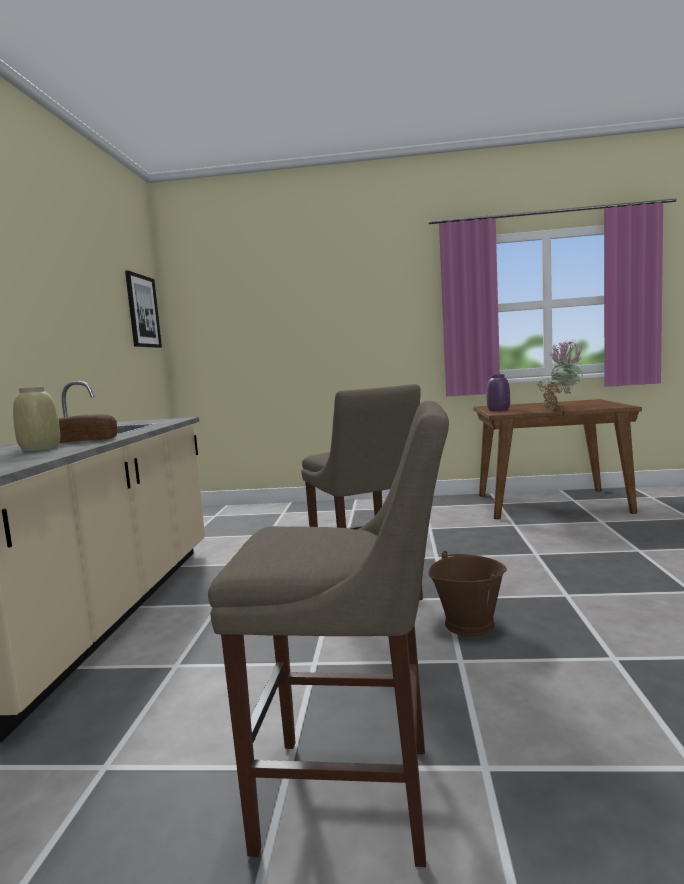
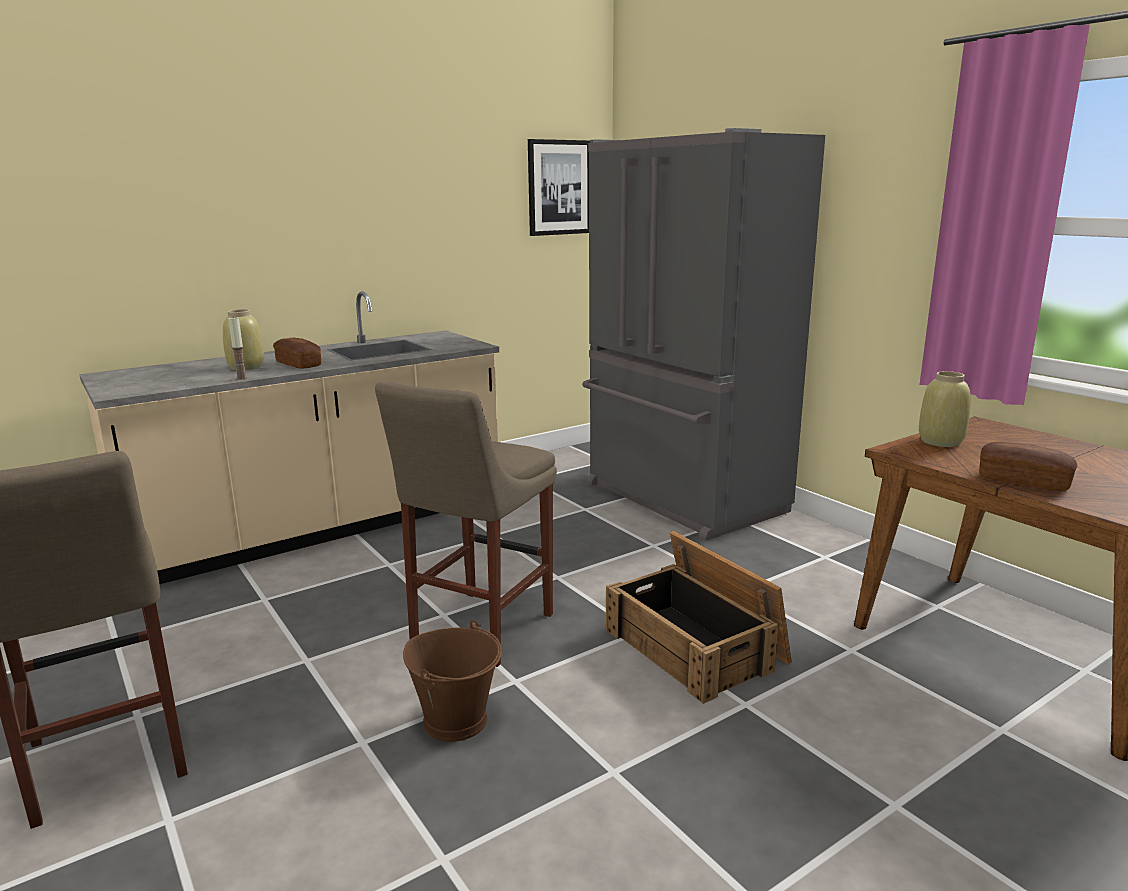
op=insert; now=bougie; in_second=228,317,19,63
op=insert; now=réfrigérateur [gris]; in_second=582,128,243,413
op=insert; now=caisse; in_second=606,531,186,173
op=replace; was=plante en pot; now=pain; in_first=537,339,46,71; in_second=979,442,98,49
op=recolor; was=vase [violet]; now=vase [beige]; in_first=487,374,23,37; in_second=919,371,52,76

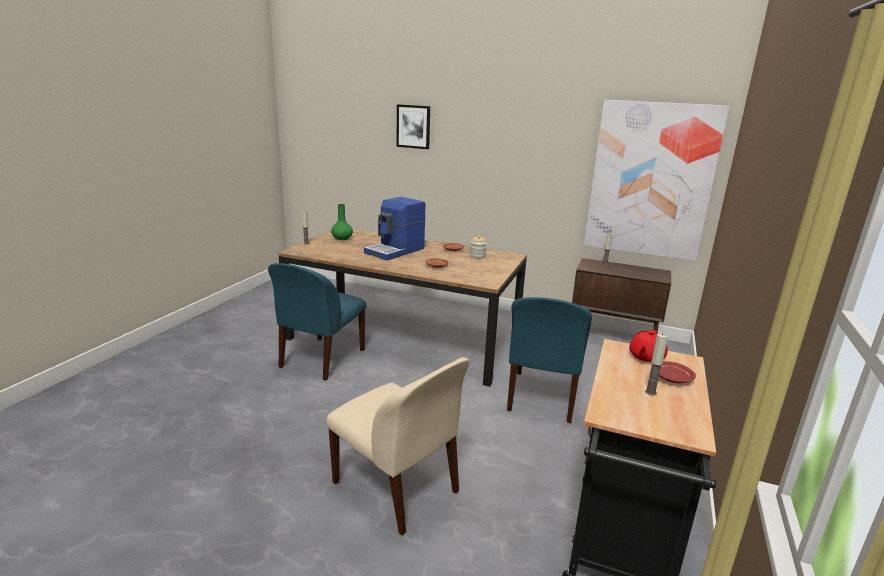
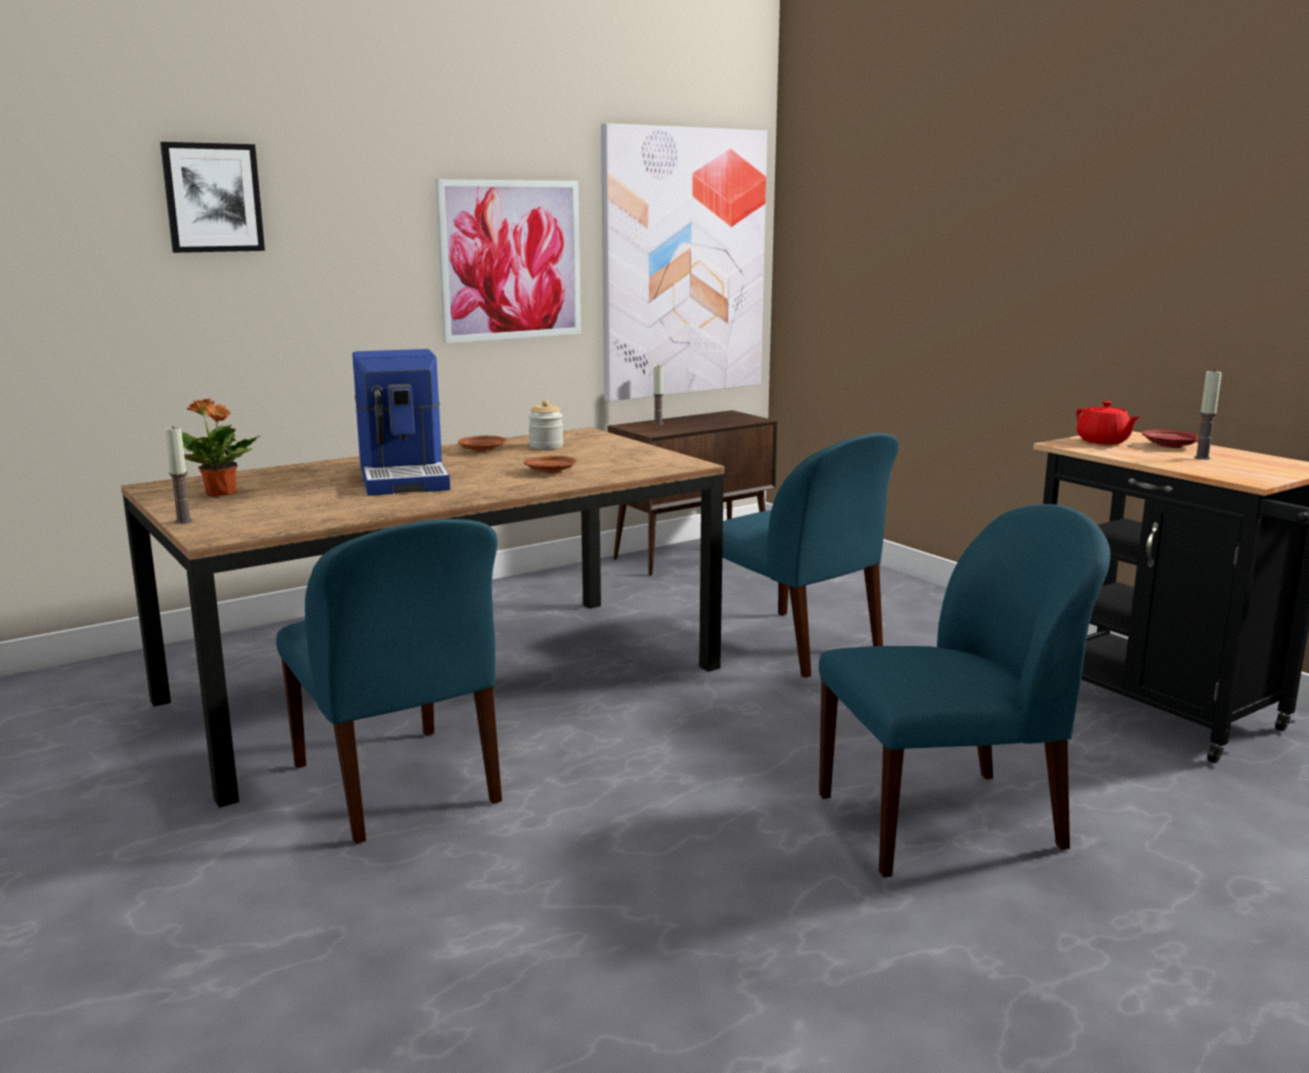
op=insert; now=tableau; in_second=436,179,145,164
op=replace; was=vase [vert]; now=plante en pot; in_first=331,204,22,36; in_second=182,399,78,98
op=recolor; was=chaise [beige]; now=chaise [bleu]; in_first=326,357,144,178; in_second=819,504,291,373

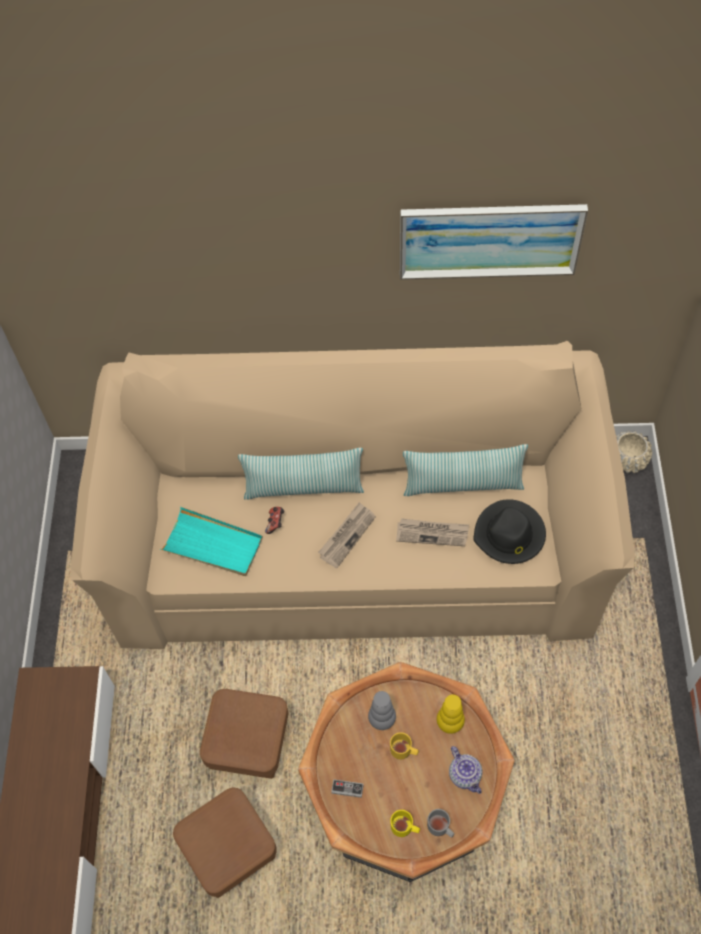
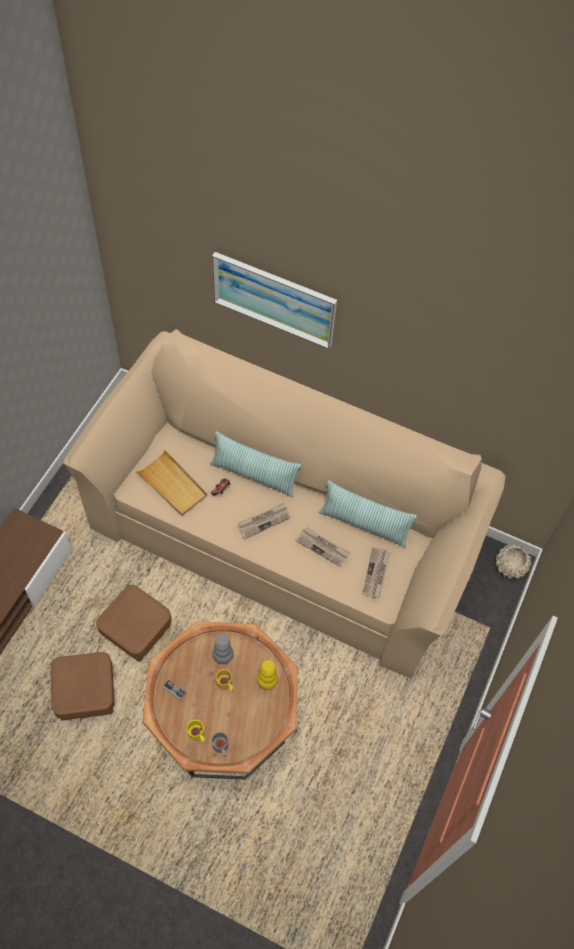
op=delete; was=théière; in_first=449,746,33,48
op=move; was=tableau; in_first=400,204,188,76; in_second=212,252,125,97
op=replace; was=chapeau [noir]; now=journal; in_first=474,499,72,65; in_second=363,547,28,51
op=recolor; was=plateau [turquoise]; now=plateau [beige]; in_first=160,507,103,69; in_second=137,450,70,66

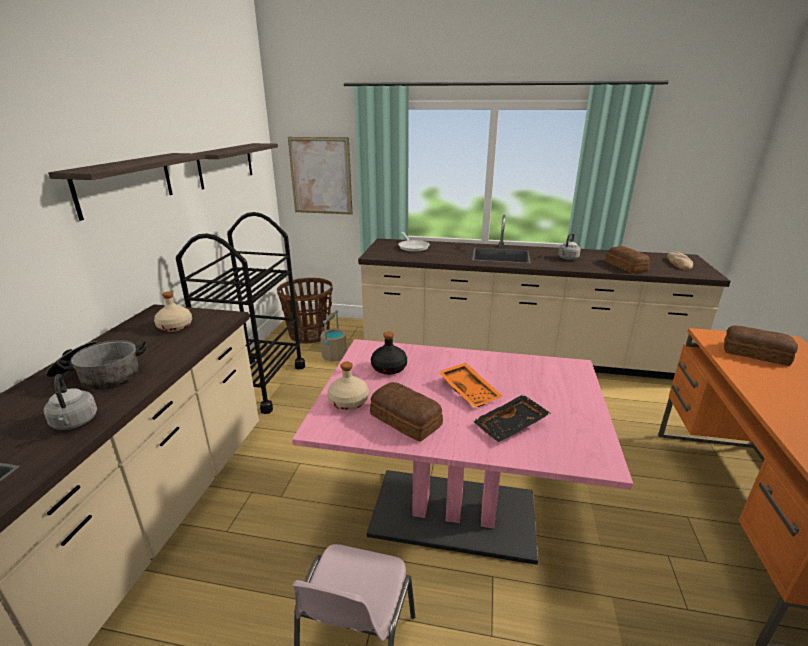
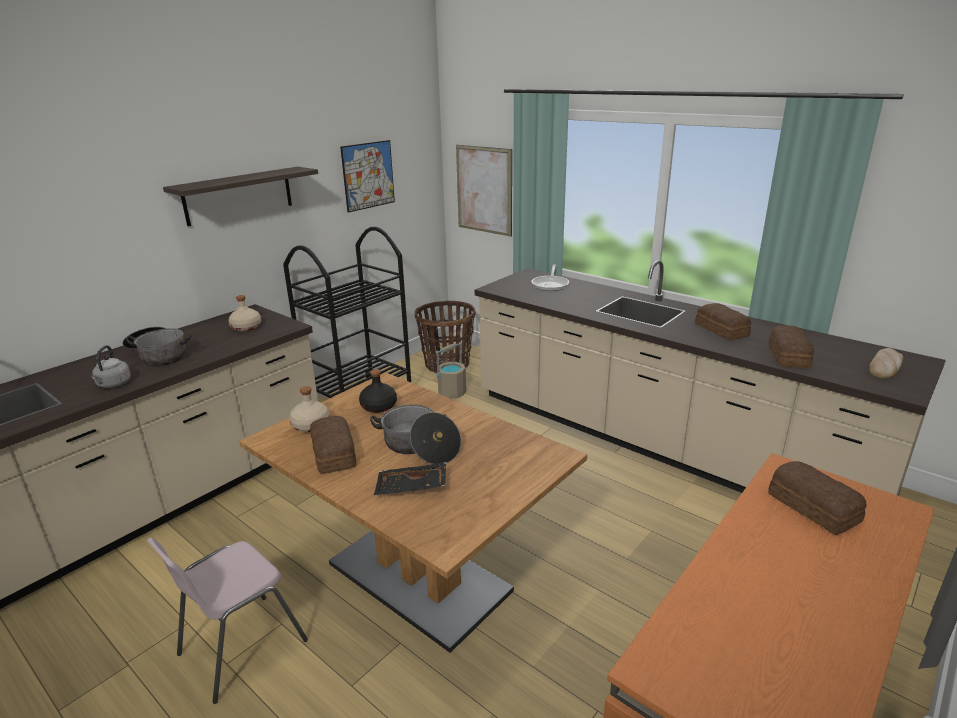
op=replace; was=étagère; now=tableau; in_first=197,143,81,46; in_second=340,140,55,73
op=replace; was=plateau [orange]; now=marmite; in_first=439,363,63,45; in_second=370,405,91,59
op=replace; was=bouilloire [gris]; now=pain; in_first=558,233,23,27; in_second=695,303,56,37
op=recolor; was=table à manger [rose]; now=table à manger [marron]; in_first=292,339,341,226; in_second=239,372,348,281

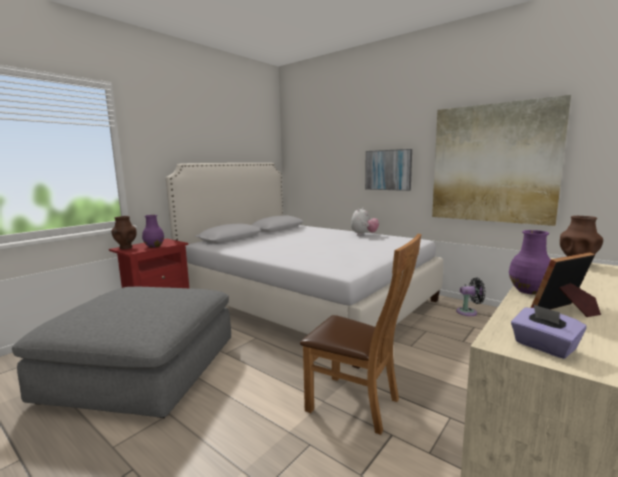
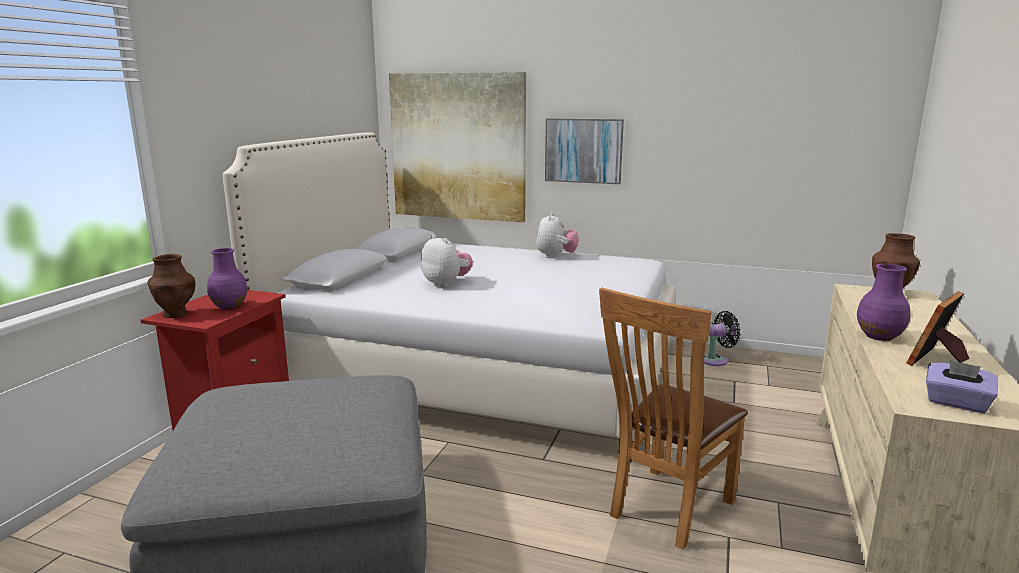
op=insert; now=peluche; in_second=421,235,52,53
op=move; was=tableau; in_first=432,95,139,131; in_second=389,72,137,150
op=rotate; was=chaise [marron]; in_first=300,234,122,201; in_second=599,288,149,262; clockwise=120

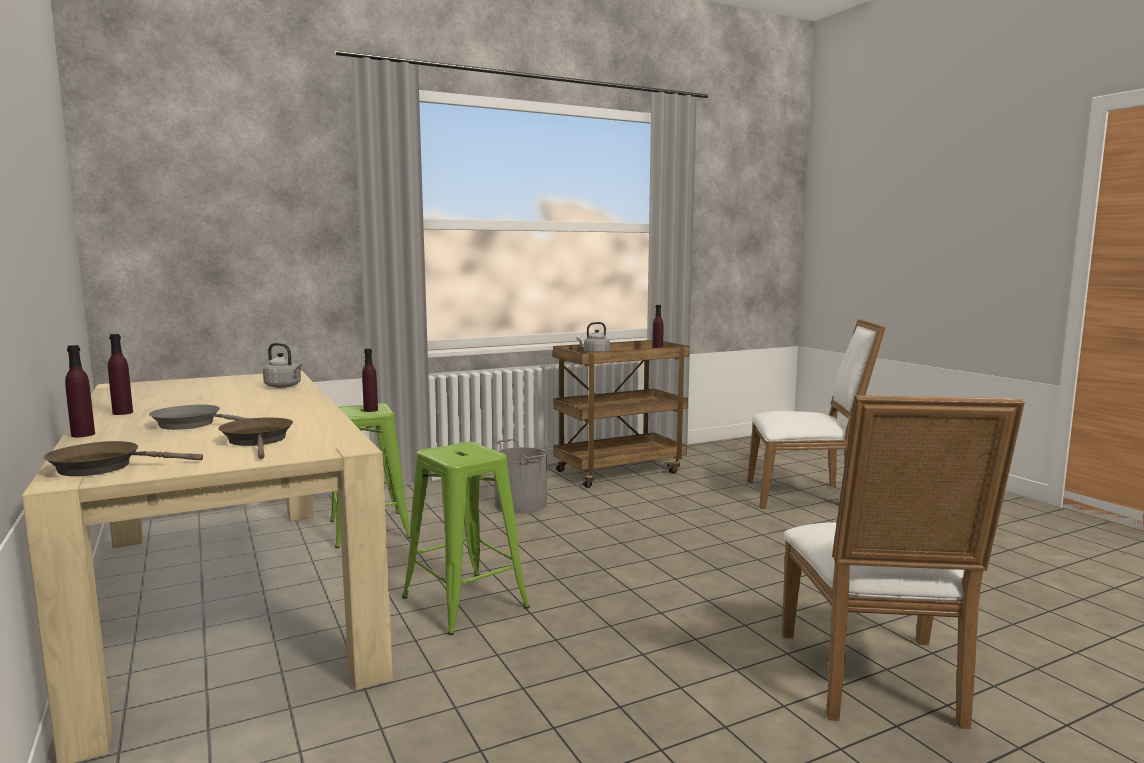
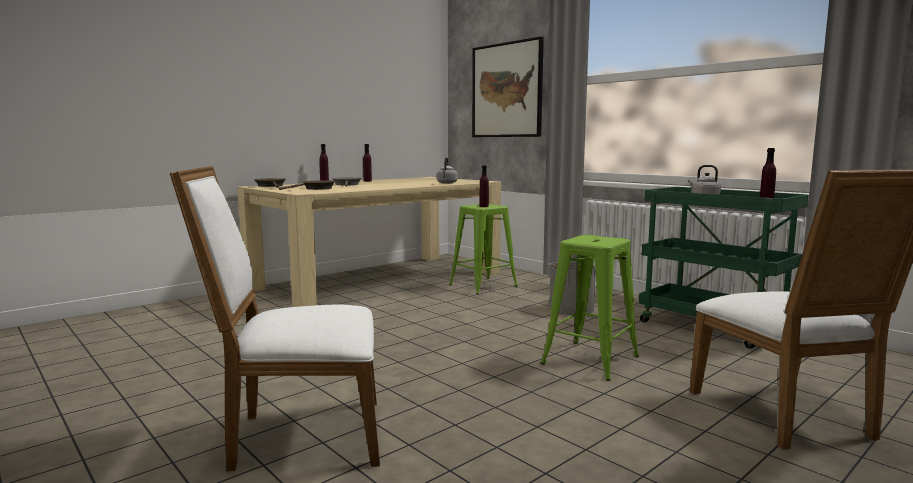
op=insert; now=tableau; in_second=472,37,72,100
op=move; was=tabouret [vert]; in_first=402,442,128,193; in_second=541,235,98,146
op=recolor; was=chariot [marron]; now=chariot [vert]; in_first=553,340,136,148; in_second=639,187,170,162

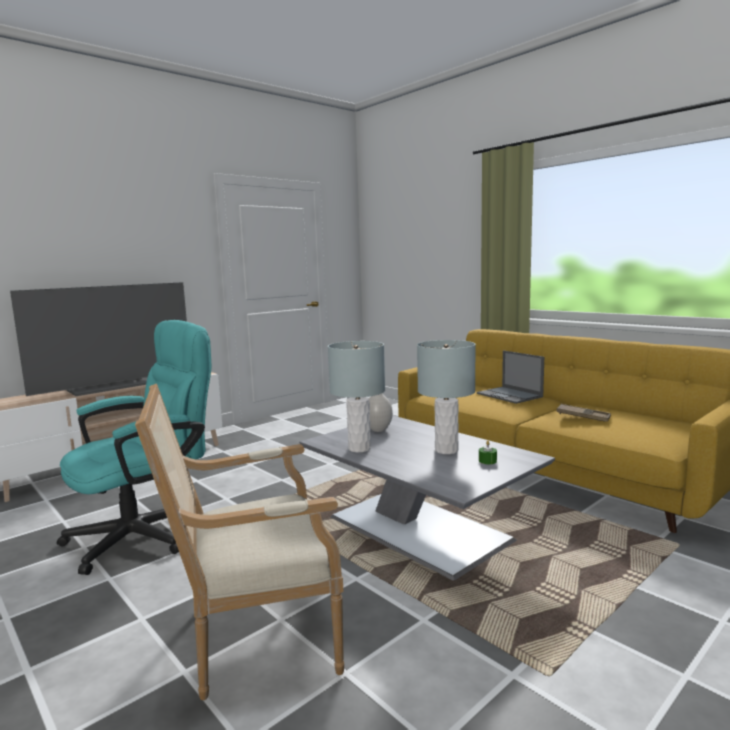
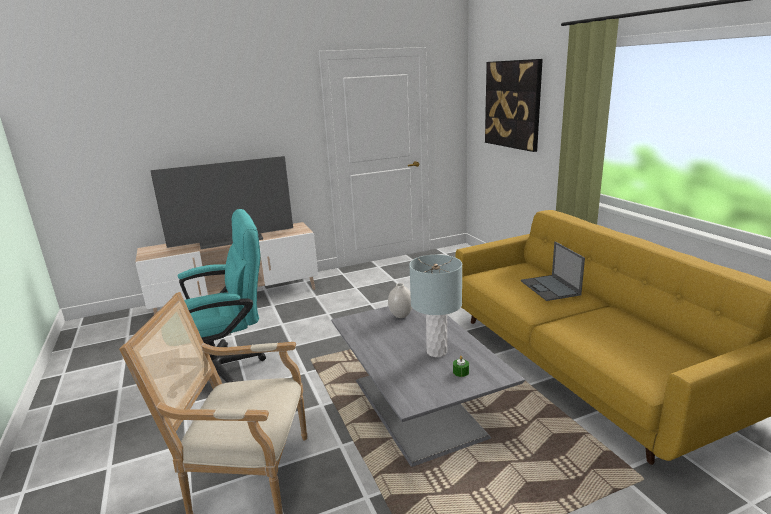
op=delete; was=lampe de table [gris]; in_first=328,341,57,112
op=delete; was=plateau [marron]; in_first=556,404,55,18
op=insert; now=tableau; in_second=485,59,58,93

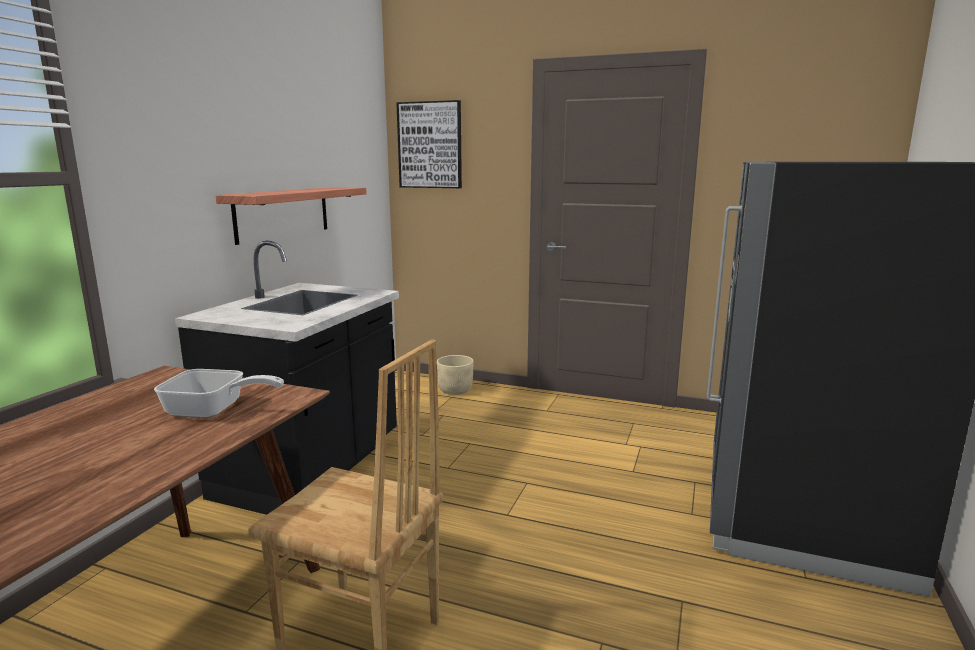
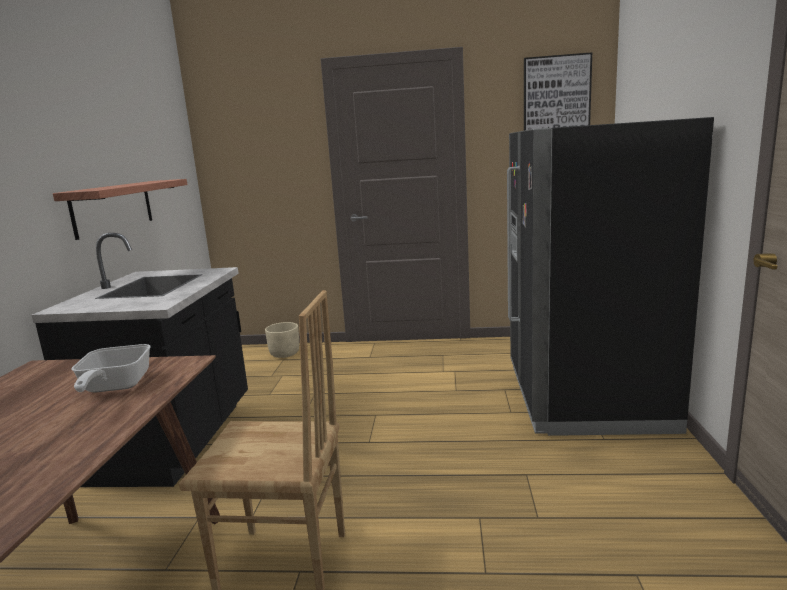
op=move; was=tableau; in_first=396,100,66,88; in_second=524,52,68,79
op=rotate; was=poêle; in_first=154,369,130,49; in_second=71,344,80,48; clockwise=90

